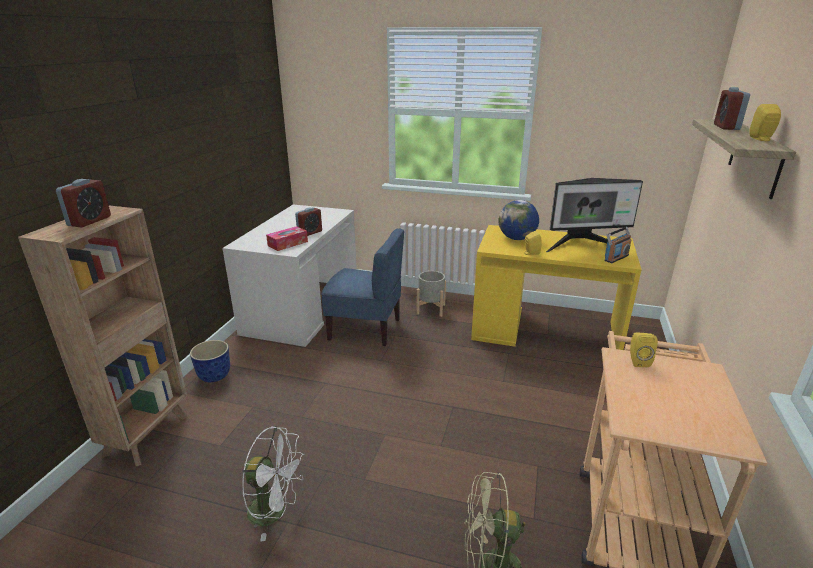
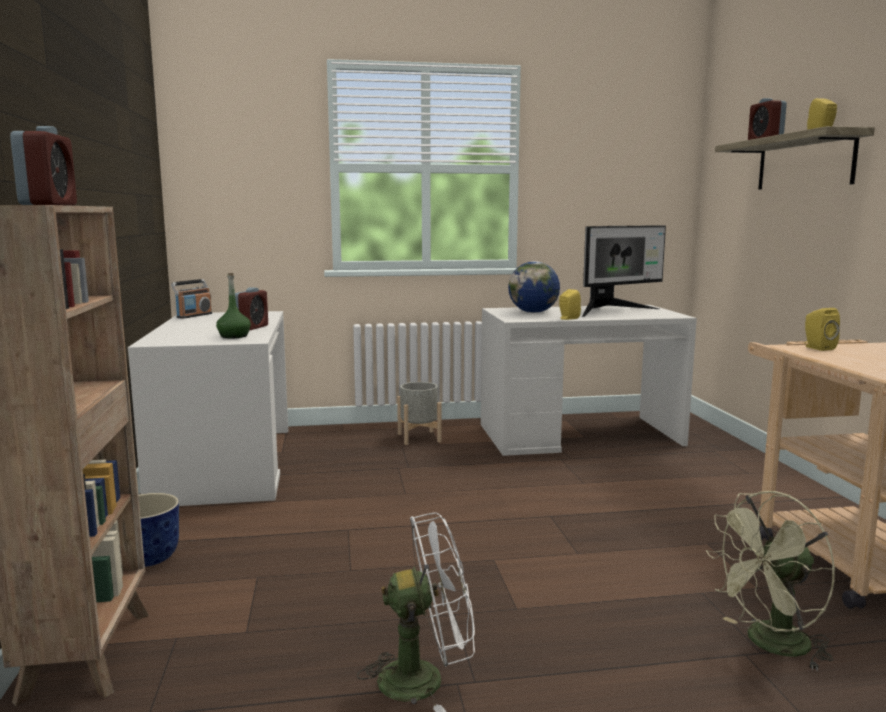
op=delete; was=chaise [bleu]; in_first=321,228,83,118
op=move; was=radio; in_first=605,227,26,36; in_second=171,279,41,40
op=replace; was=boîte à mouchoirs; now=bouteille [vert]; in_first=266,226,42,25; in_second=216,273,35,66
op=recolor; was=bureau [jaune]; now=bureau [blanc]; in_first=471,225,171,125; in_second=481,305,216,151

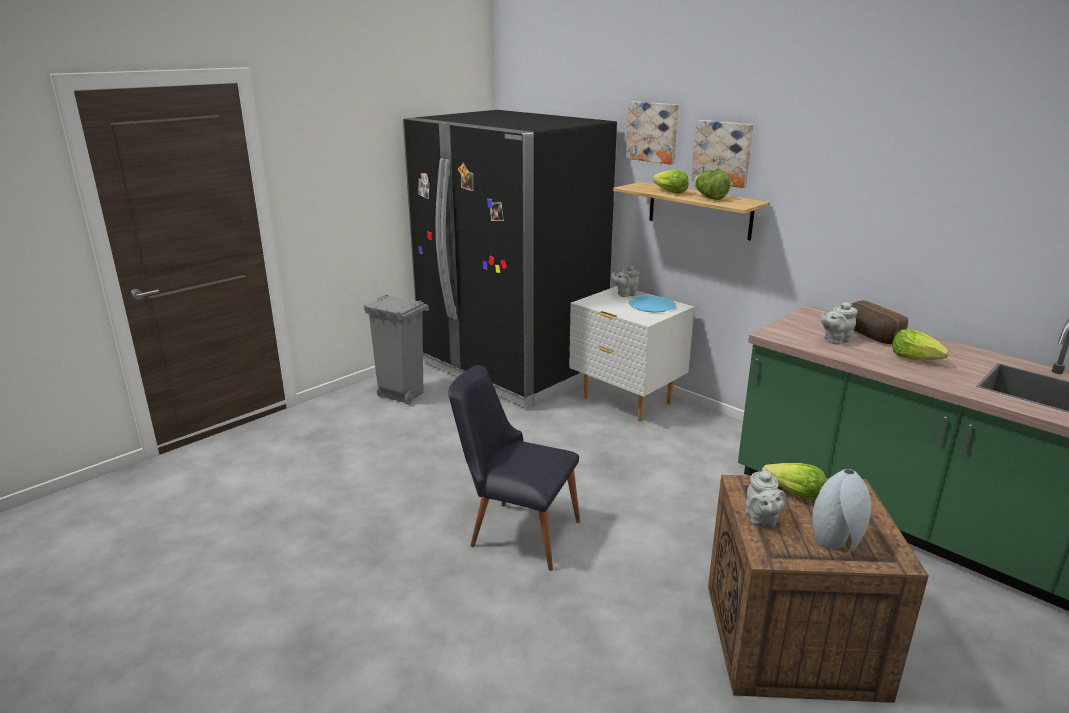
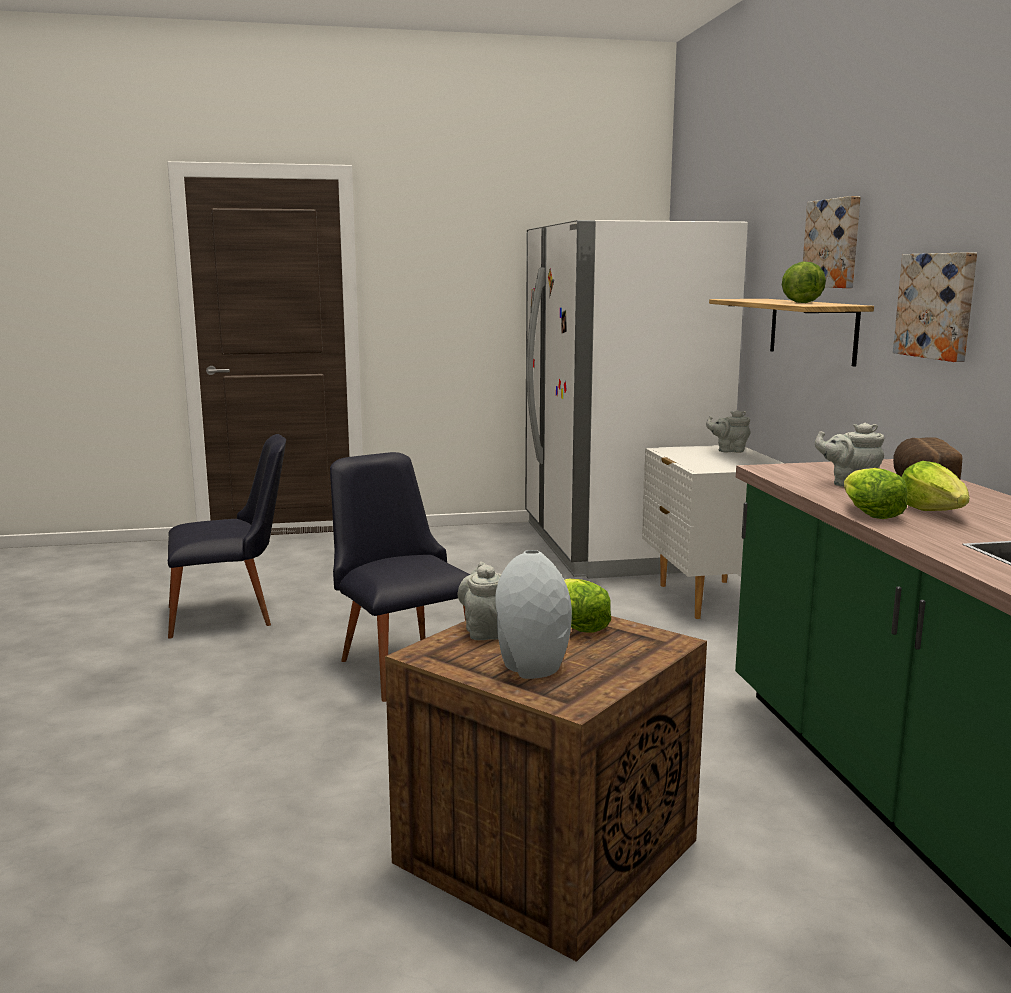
op=delete; was=poubelle [gris]; in_first=364,294,65,110
op=delete; was=assiette [bleu]; in_first=629,296,47,16
op=insert; now=chaise [noir]; in_second=168,434,118,204
op=move; was=tableau; in_first=626,101,53,64; in_second=893,252,84,110
op=move; was=laitue; in_first=652,170,37,24; in_second=844,468,63,51
op=recolor; was=réfrigérateur [noir]; now=réfrigérateur [blanc]; in_first=403,110,214,298; in_second=525,220,223,359
op=rotate; was=théière [gris]; in_first=745,468,41,60; in_second=458,562,43,78; clockwise=135

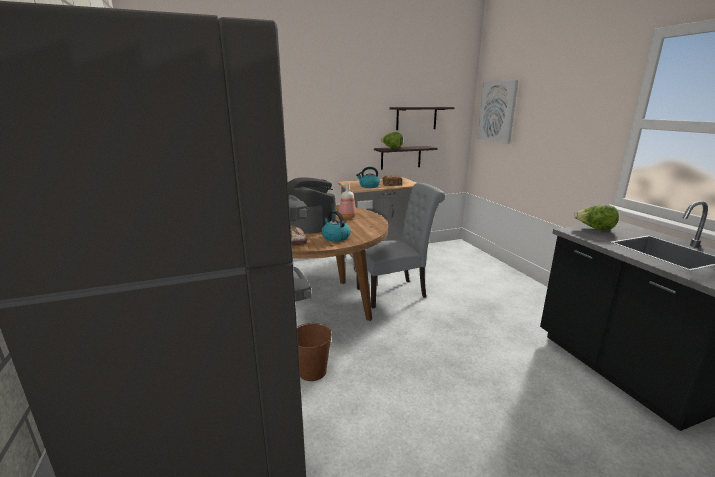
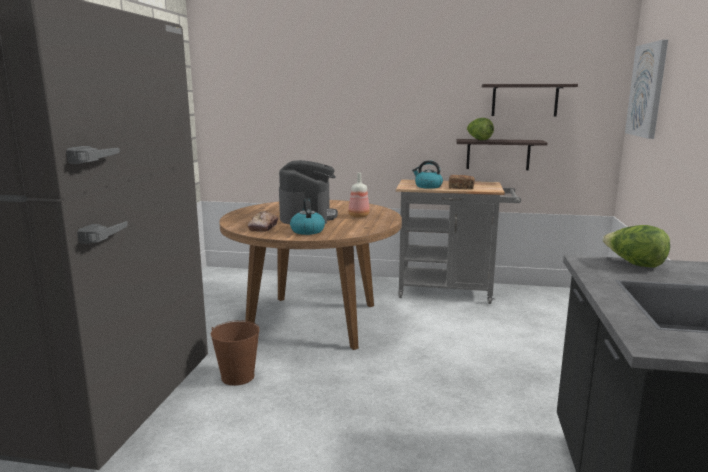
op=delete; was=chaise [gris]; in_first=356,183,89,126

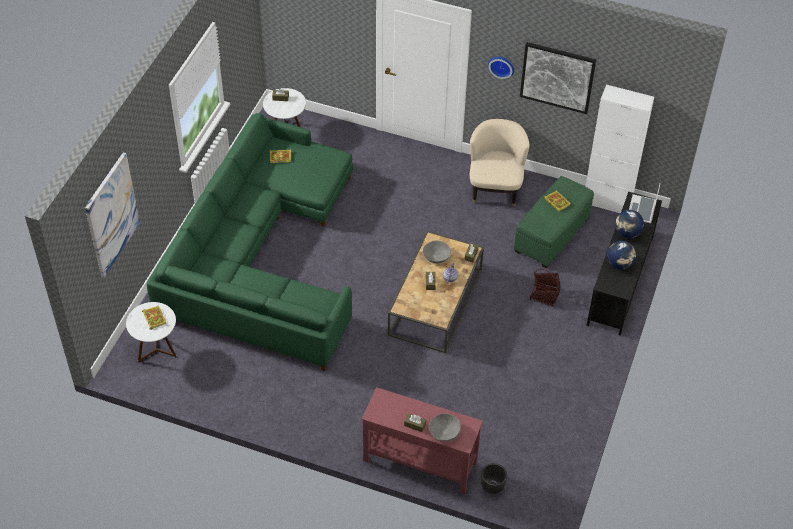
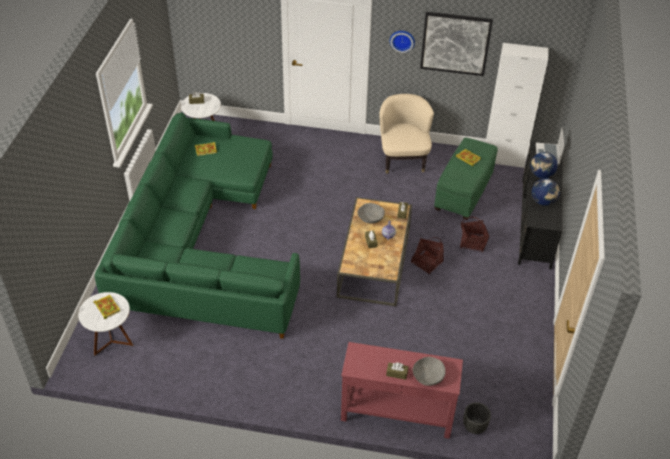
op=delete; was=tableau; in_first=85,152,55,125
op=insert; now=panier; in_second=411,237,33,37

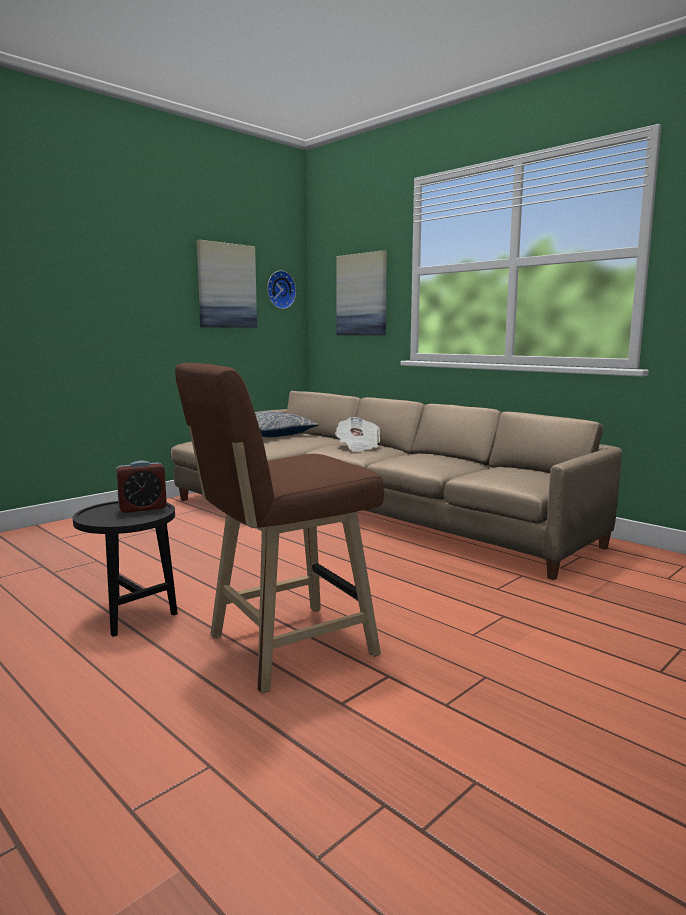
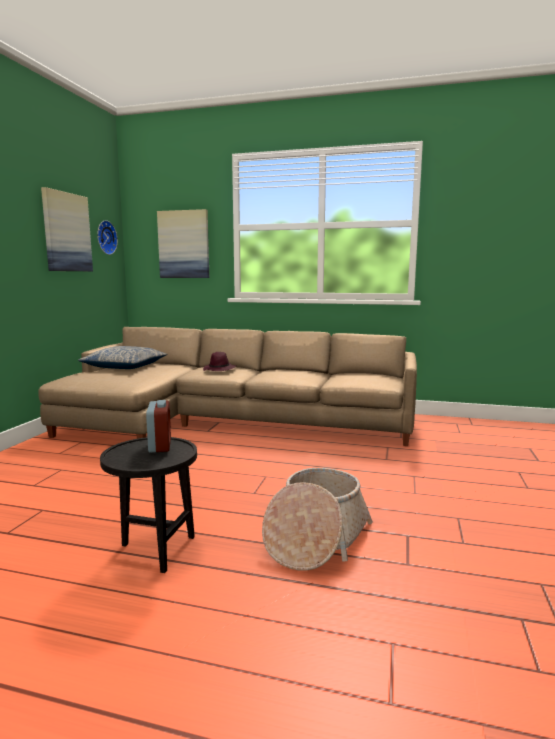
op=replace; was=tabouret [marron]; now=panier; in_first=175,363,209,331; in_second=262,468,111,103
op=replace; was=journal; now=chapeau [violet]; in_first=335,417,45,35; in_second=203,352,33,19
op=rotate; was=réveil; in_first=116,461,51,52; in_second=146,400,25,53; clockwise=-45

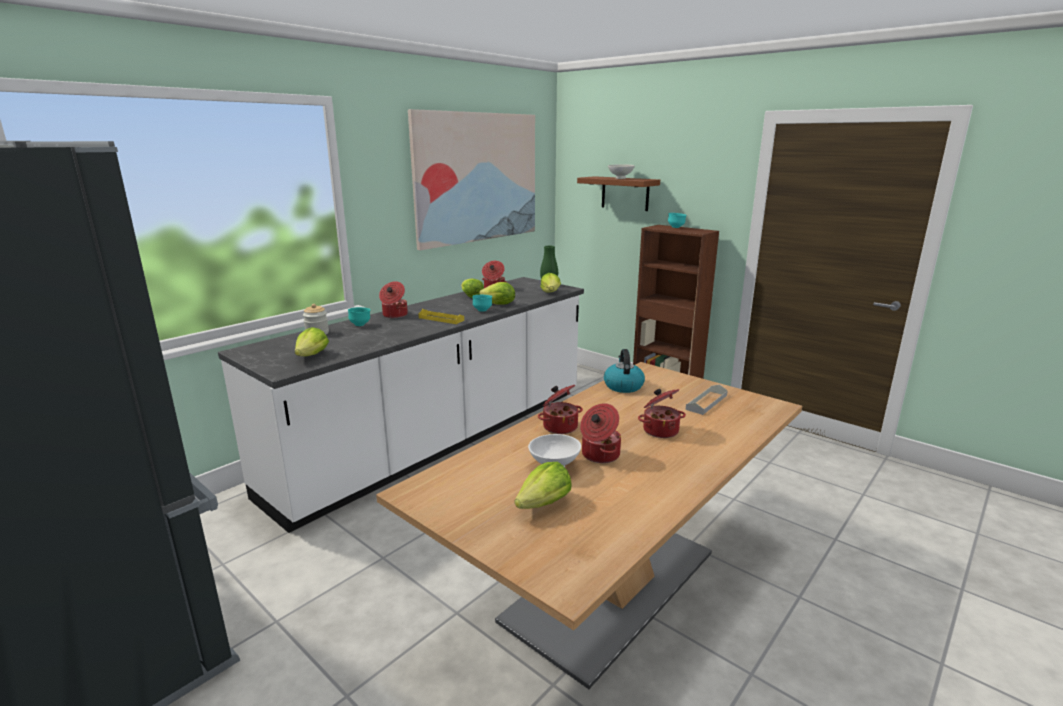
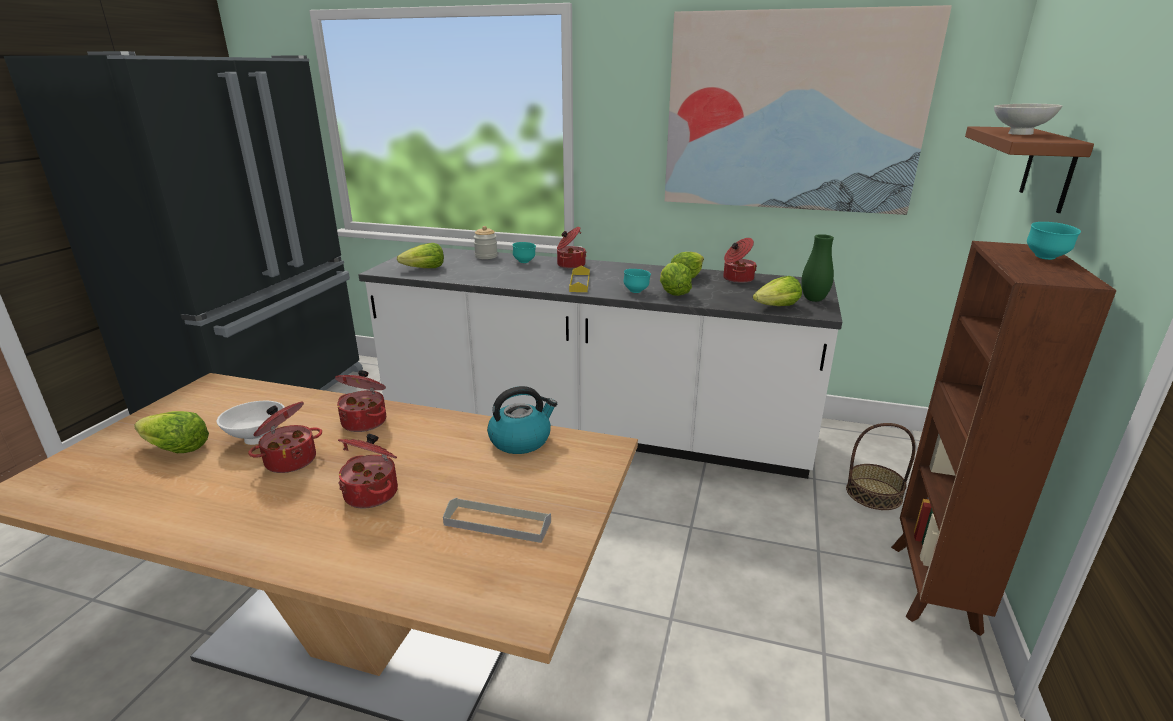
op=insert; now=panier; in_second=846,423,70,87

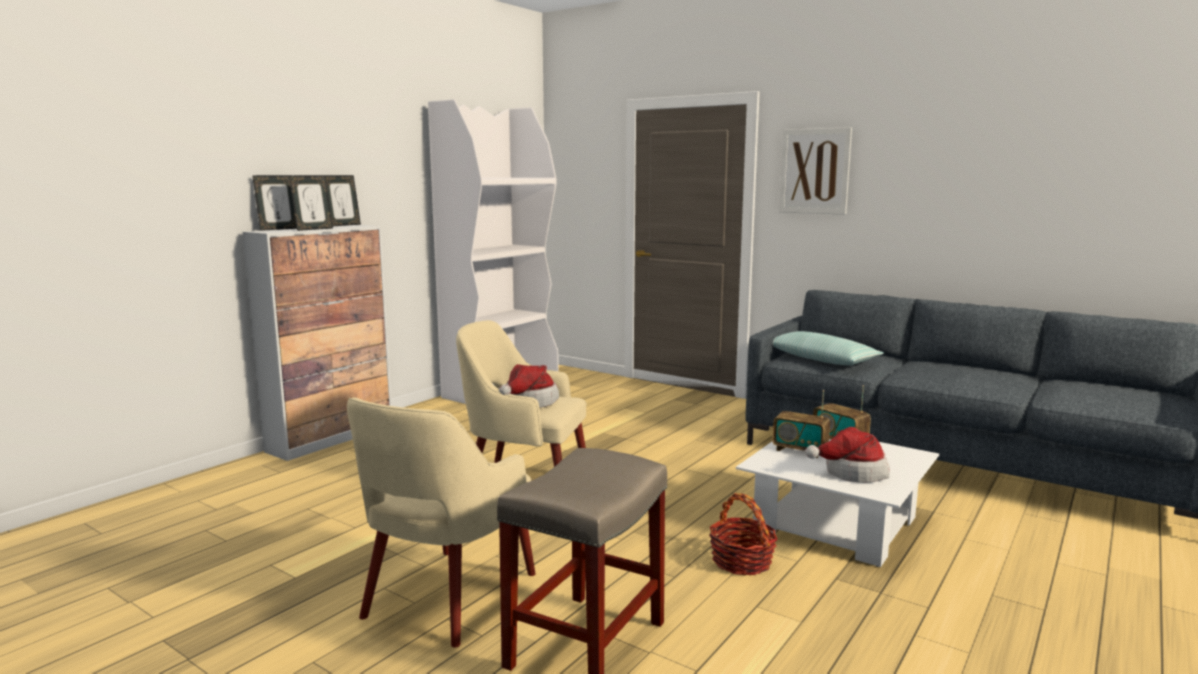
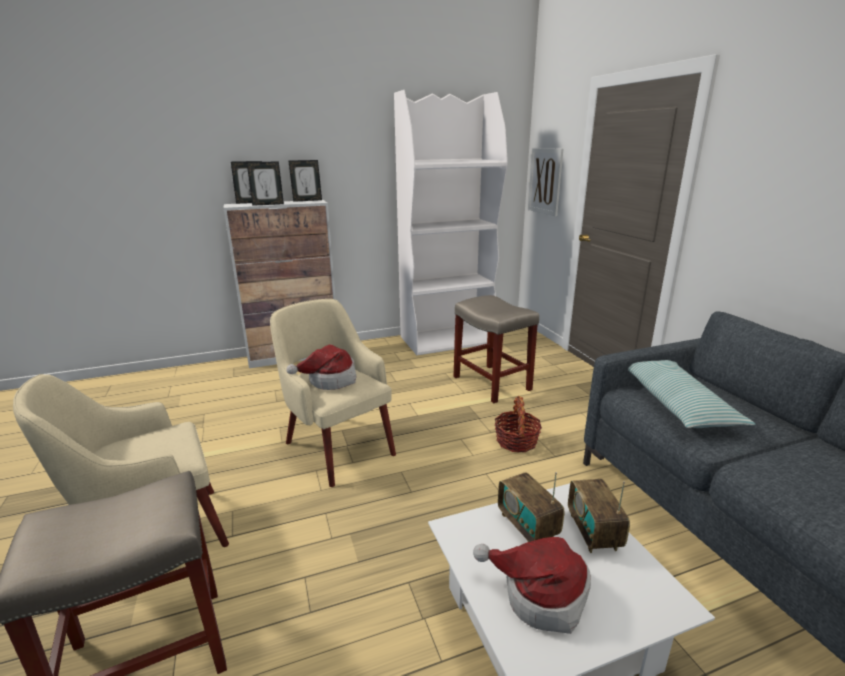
op=insert; now=tabouret [beige]; in_second=453,295,86,108
op=move; was=panier; in_first=709,493,69,82; in_second=495,396,47,56
op=move; was=tableau; in_first=779,127,73,88; in_second=528,148,35,68

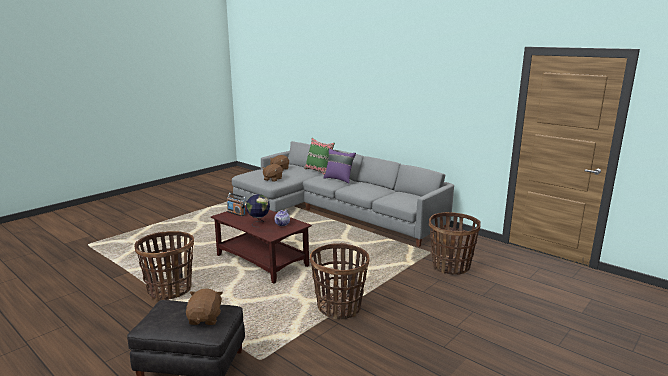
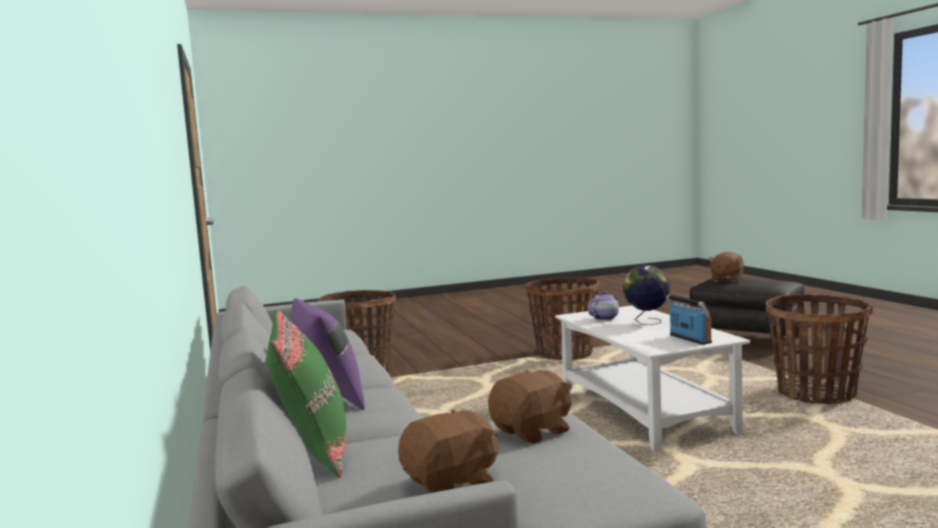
op=recolor; was=table basse [marron]; now=table basse [blanc]; in_first=211,205,101,78; in_second=555,306,195,145

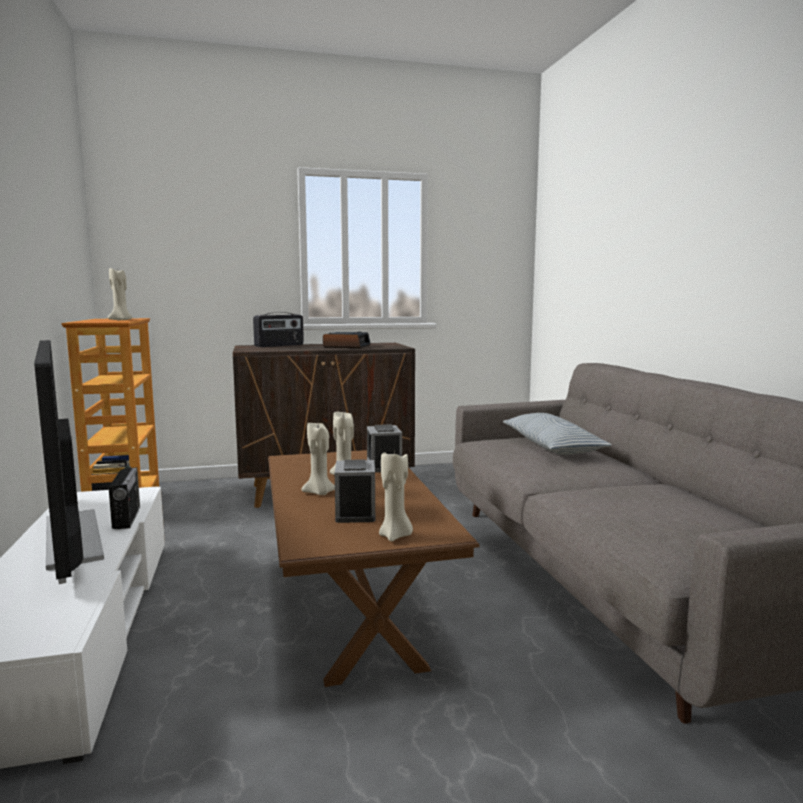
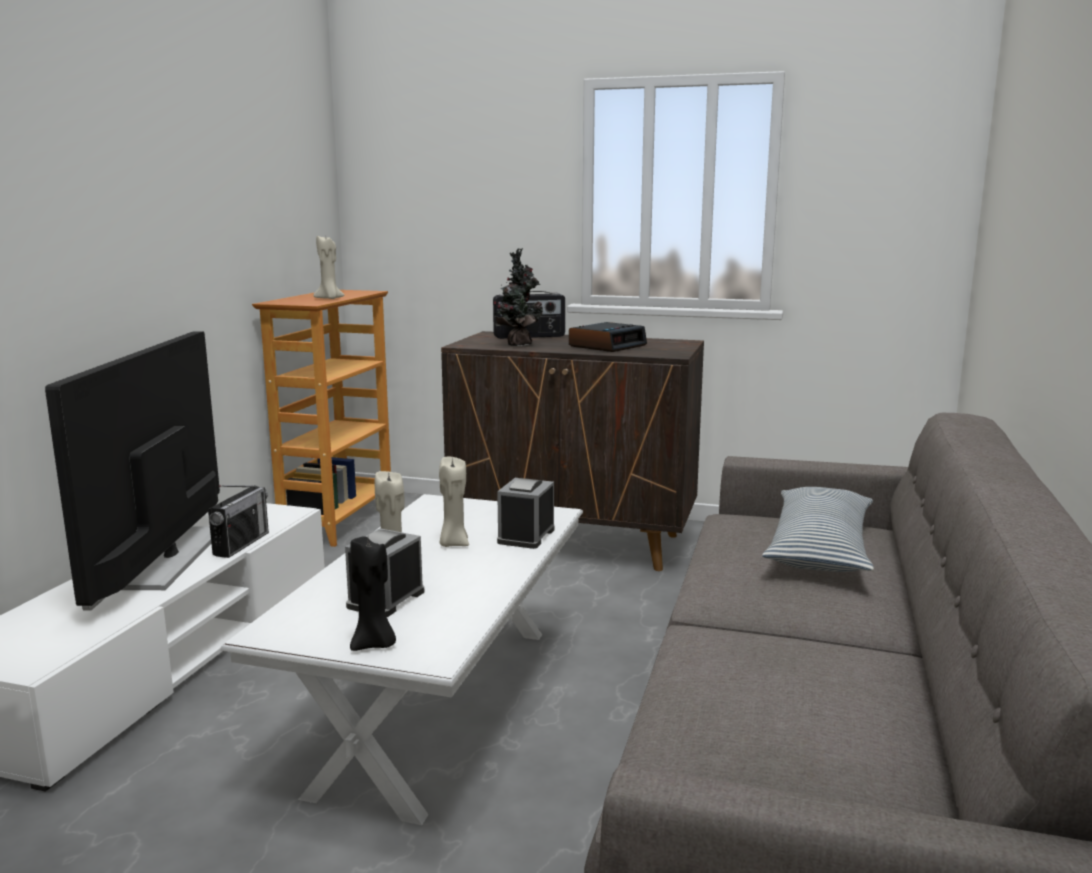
op=insert; now=plante en pot; in_second=494,248,49,98
op=recolor; was=table basse [marron]; now=table basse [blanc]; in_first=268,450,212,237; in_second=221,494,362,331
op=recolor; was=bougie [beige]; now=bougie [noir]; in_first=379,448,34,93; in_second=350,536,46,115

